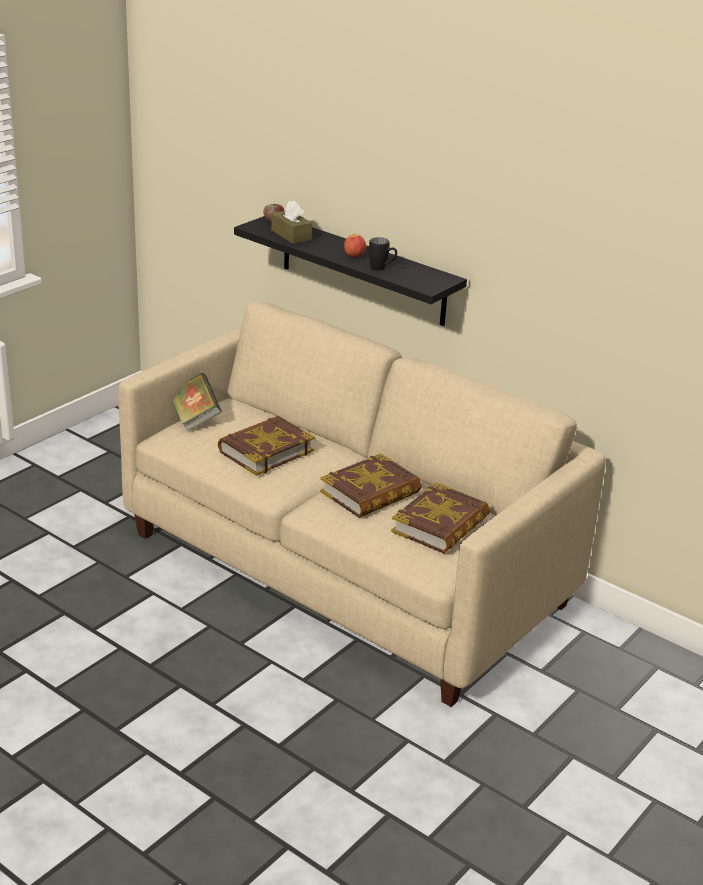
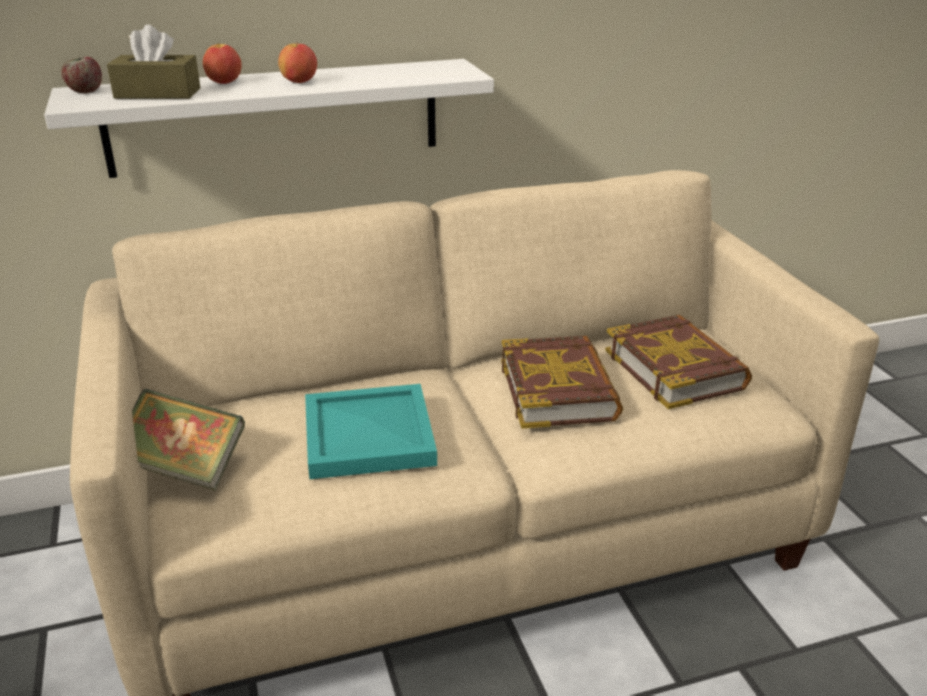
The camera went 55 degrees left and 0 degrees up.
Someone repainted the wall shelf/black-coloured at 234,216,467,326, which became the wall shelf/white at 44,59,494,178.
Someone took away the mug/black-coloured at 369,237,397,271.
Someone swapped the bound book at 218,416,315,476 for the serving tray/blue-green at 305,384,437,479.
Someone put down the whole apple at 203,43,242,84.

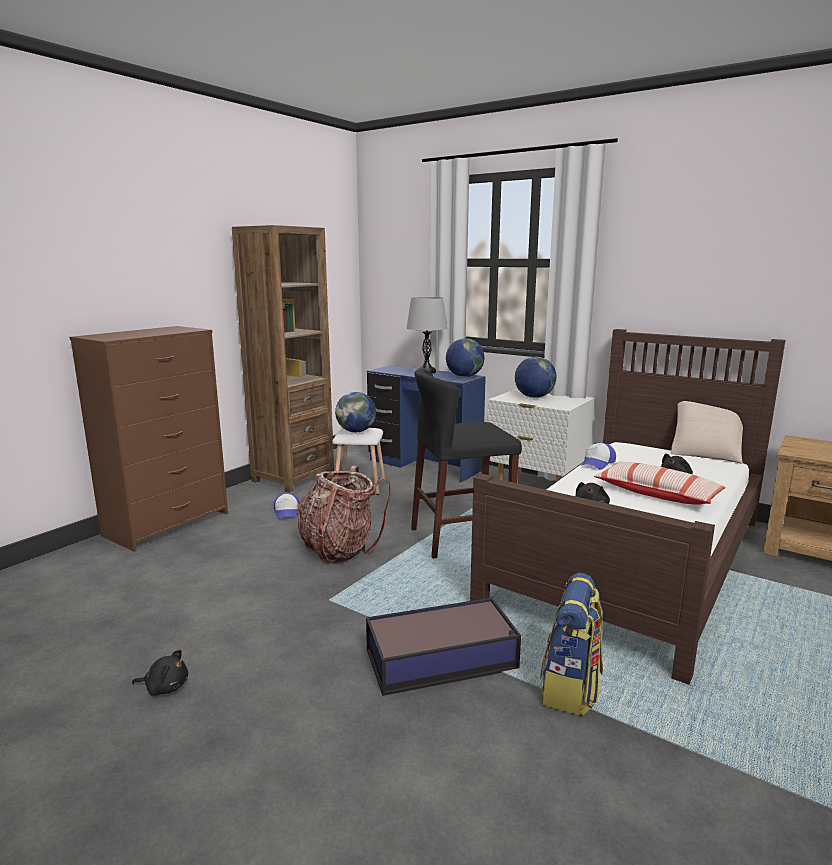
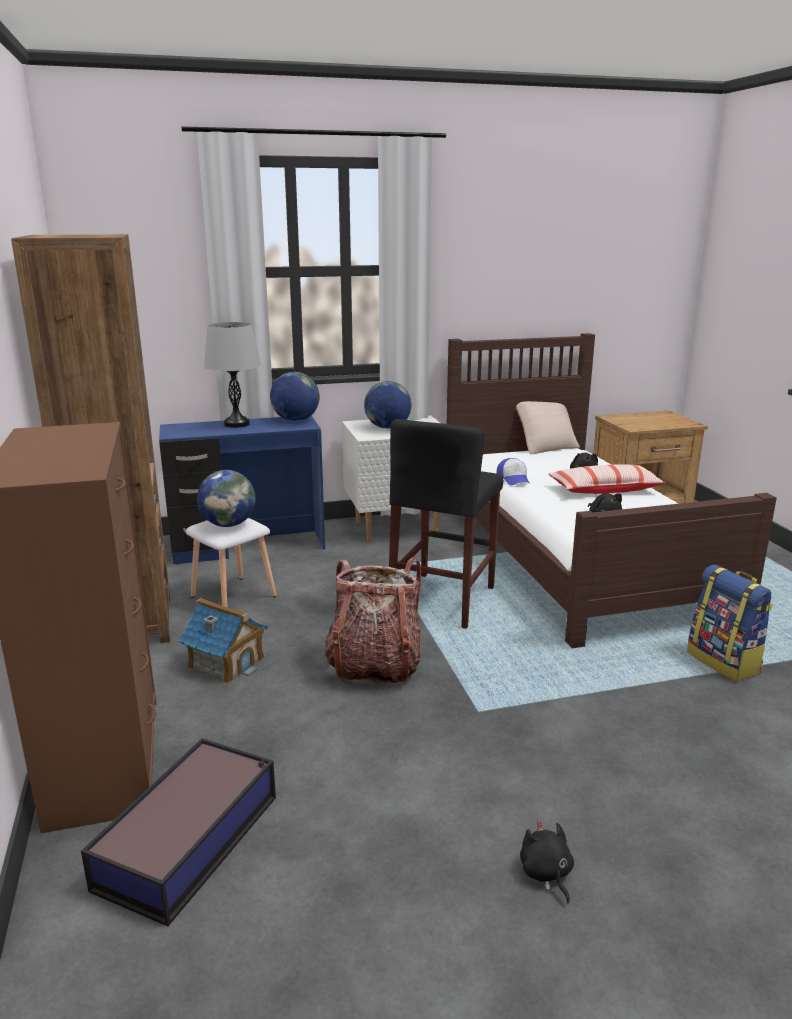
The camera went 50 degrees left and 5 degrees up.
Someone swapped the cap at 274,493,299,519 for the model house at 178,598,268,684.
Someone carried the storage box from 366,598,521,696 to 81,738,276,926.
Someone rotated the cuddly toy/black-coloured at 132,650,188,696 by 60 degrees counterclockwise.

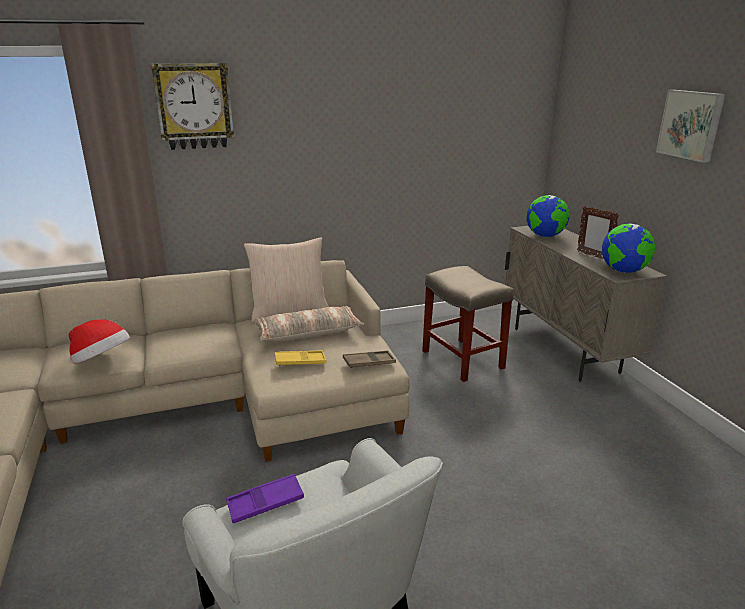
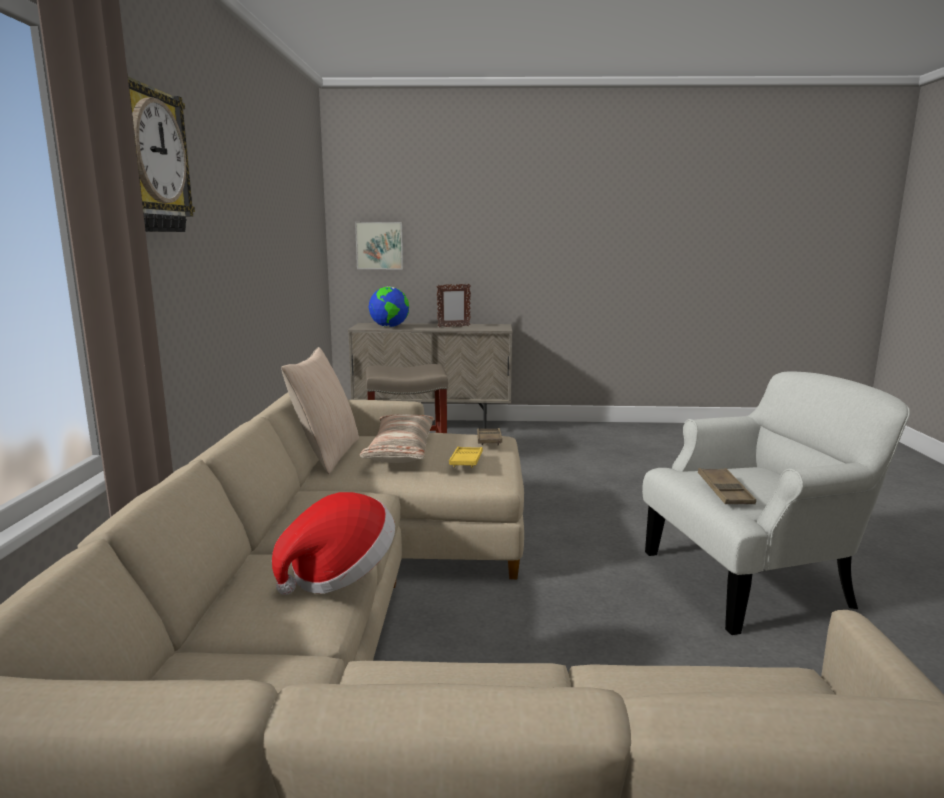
The camera went 70 degrees left and 10 degrees down.
Someone carried the wall picture from 656,90,725,163 to 355,222,403,269.
Someone took away the world globe at 602,223,655,273.
Someone repainted the serving tray/purple-coloured at 226,474,304,523, which became the serving tray/brownish at 698,468,756,504.

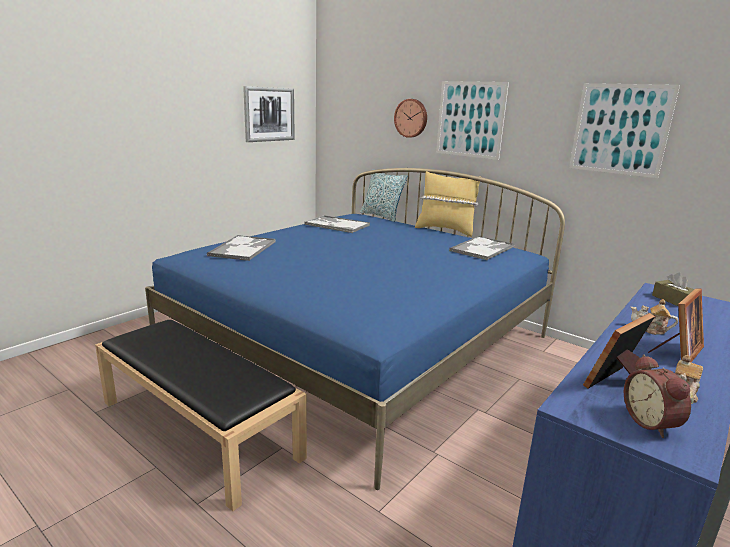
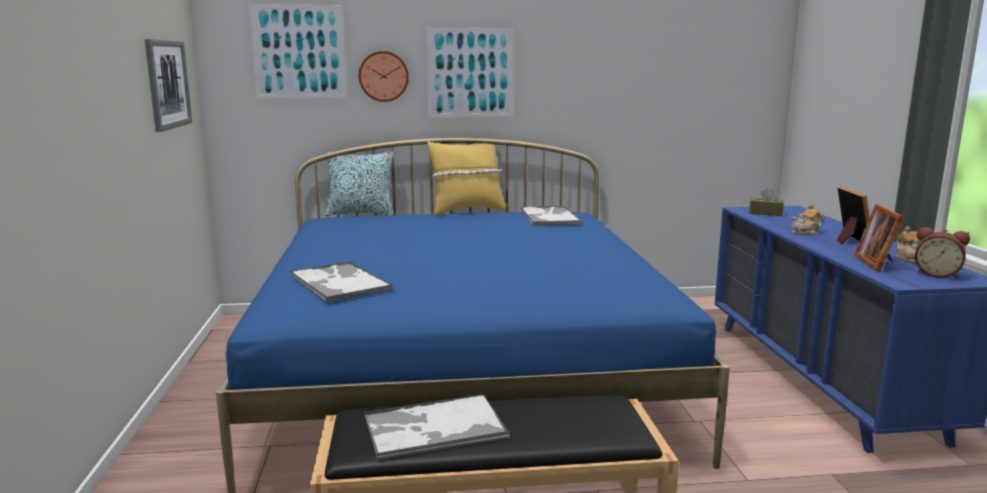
The camera went 45 degrees left and 5 degrees down.
Someone carried the wall picture from 569,83,680,178 to 249,4,347,98.
Someone carried the serving tray from 304,215,370,233 to 364,394,510,460.

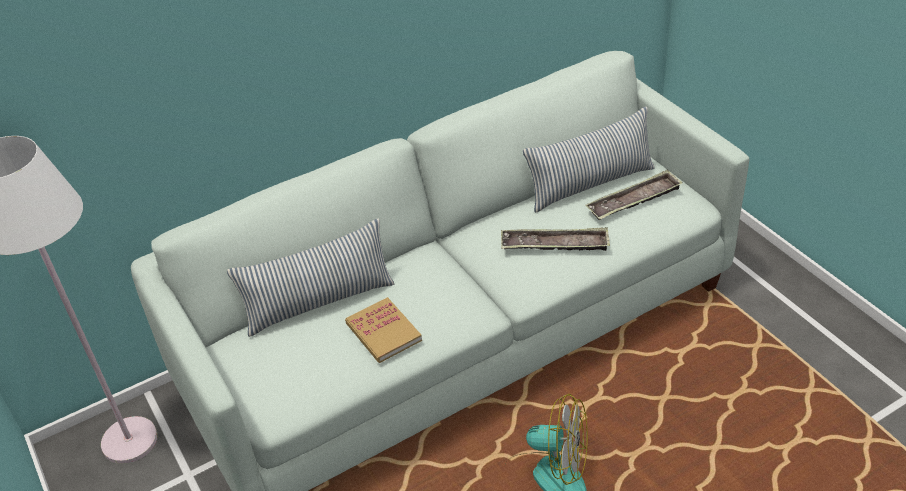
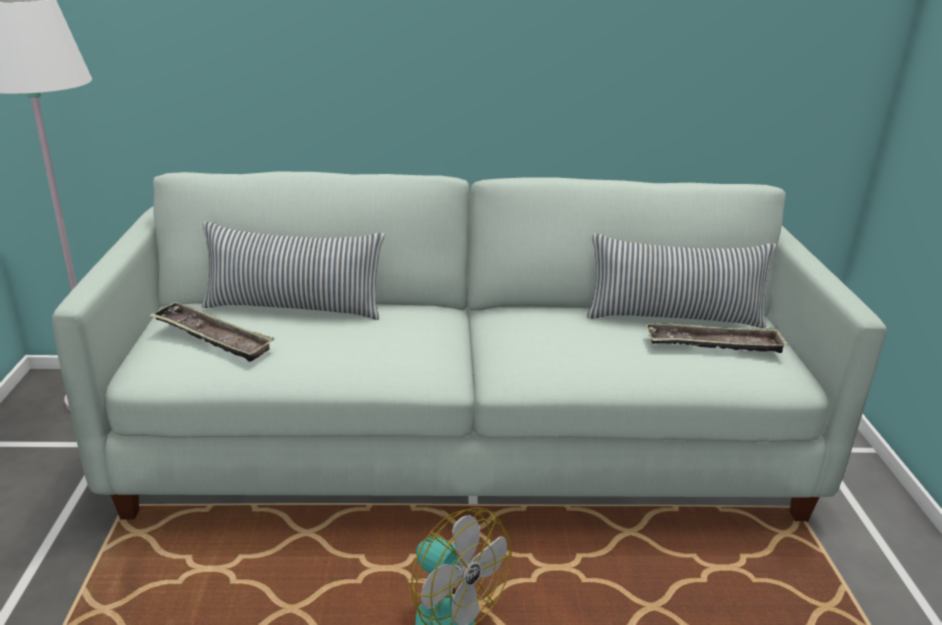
The camera went 25 degrees right and 15 degrees down.
Someone carried the serving tray from 501,227,610,251 to 149,301,274,362.
Someone took away the bound book at 345,297,422,363.

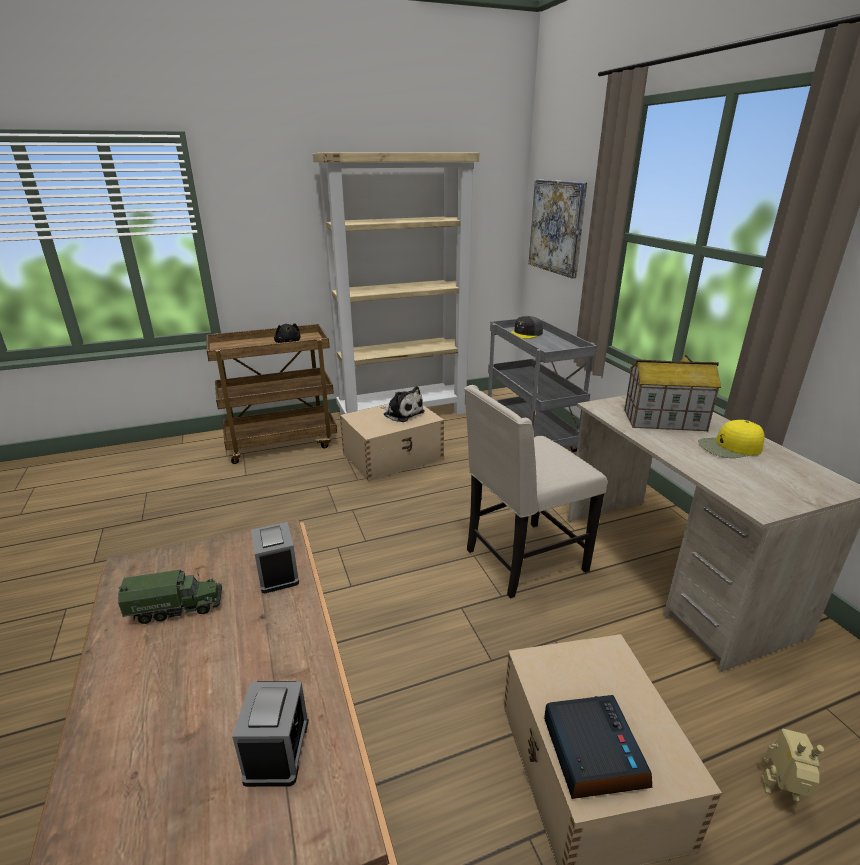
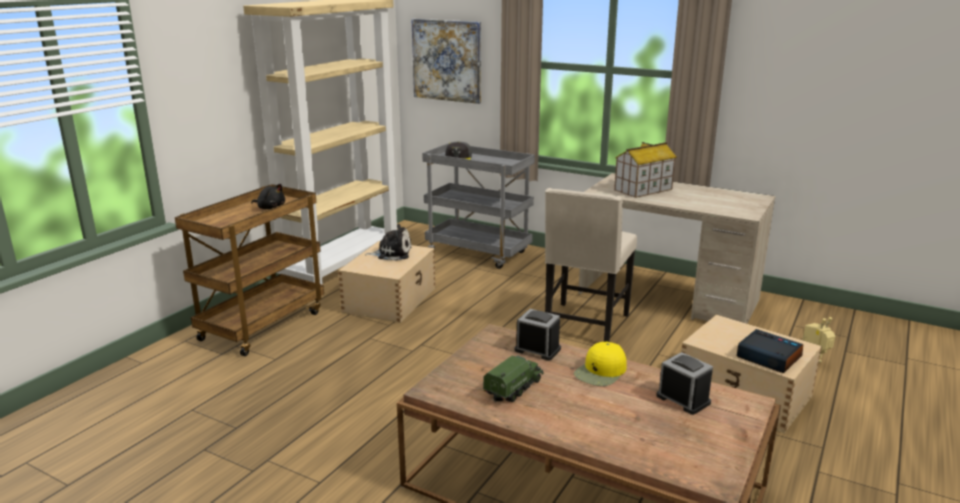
The camera went 40 degrees left and 5 degrees down.
Someone carried the cap/yellowish from 698,420,765,458 to 574,341,627,386.

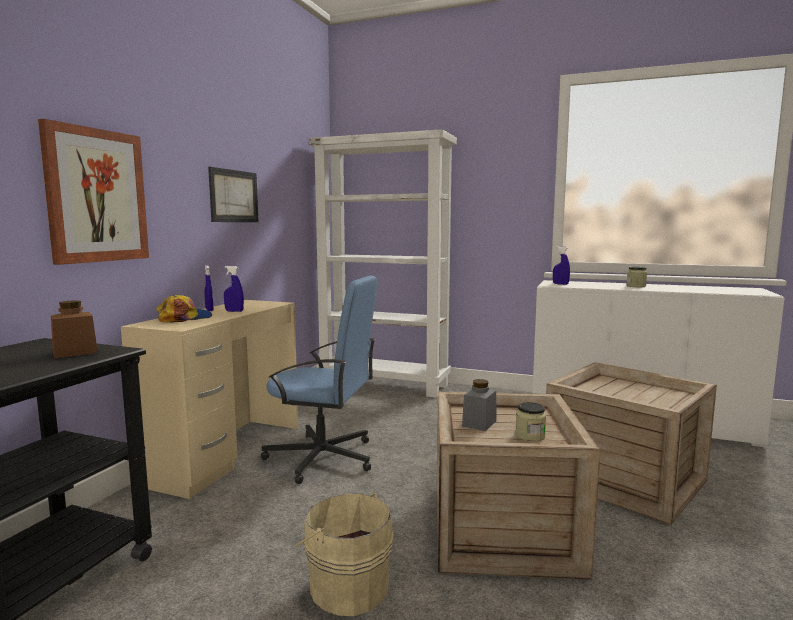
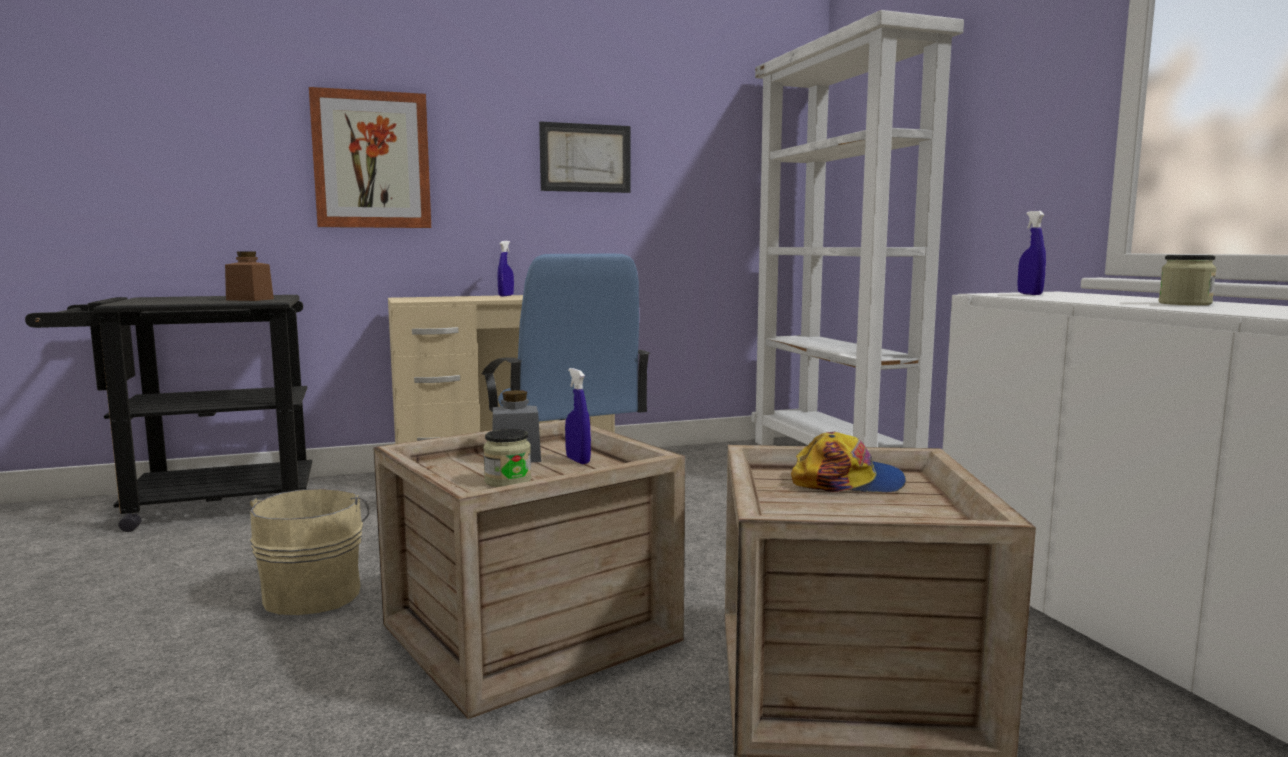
The camera went 50 degrees right and 0 degrees up.
Someone carried the hand sprayer/blue from 224,266,244,312 to 565,368,591,464.
Someone carried the cap from 156,295,212,322 to 791,432,906,492.

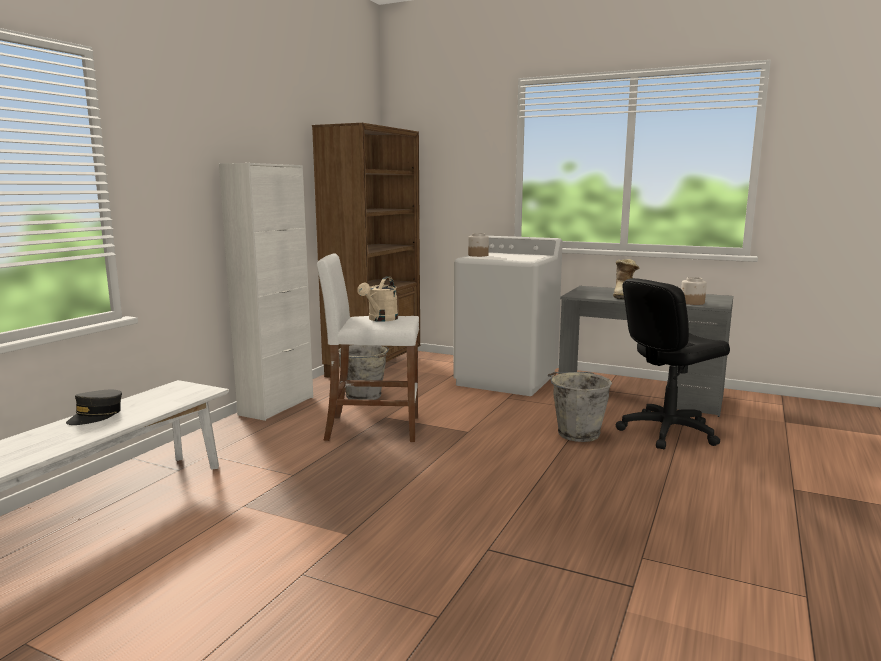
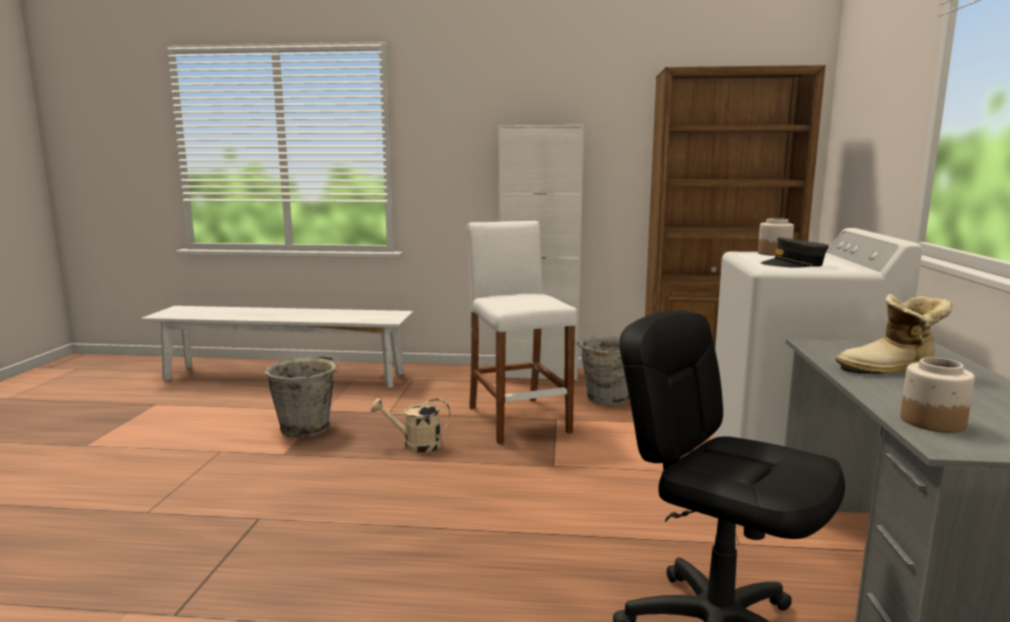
The camera went 70 degrees right and 0 degrees up.
Someone carried the watering pot/beige-coloured from 357,276,398,322 to 371,398,450,452.
Someone carried the pail/grey from 548,372,612,442 to 265,356,339,438.
Someone carried the cap/grey from 66,390,122,425 to 761,237,829,268.

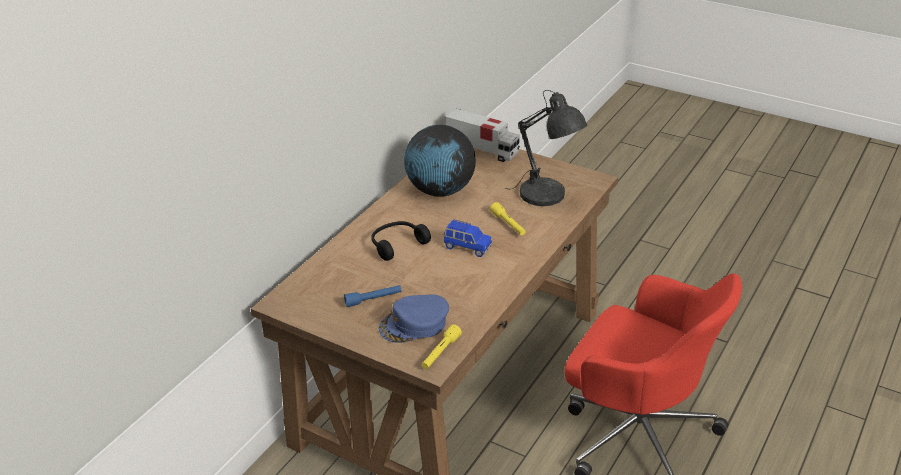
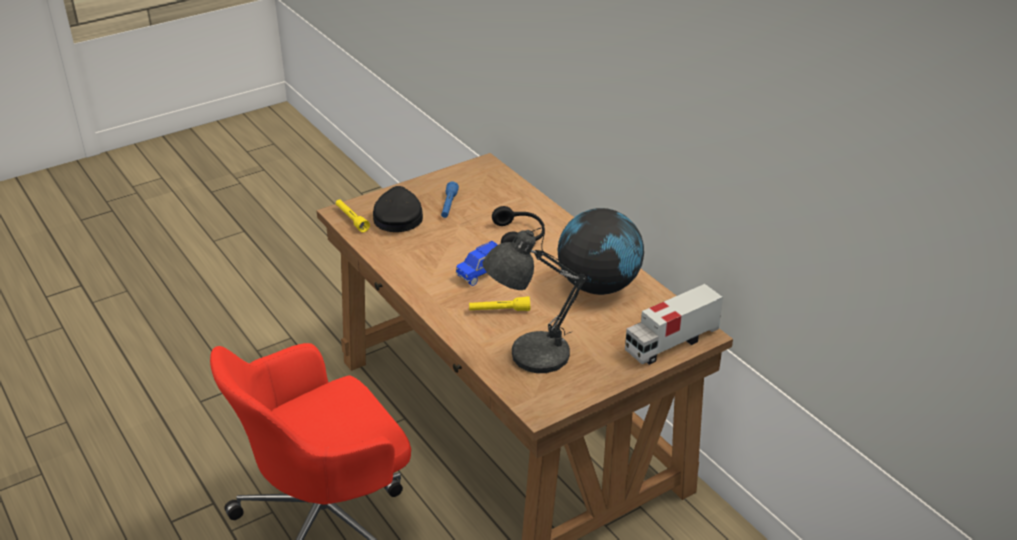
The camera went 115 degrees right and 0 degrees up.
Someone repainted the cap/blue at 379,294,449,343, which became the cap/black-coloured at 373,186,423,232.

